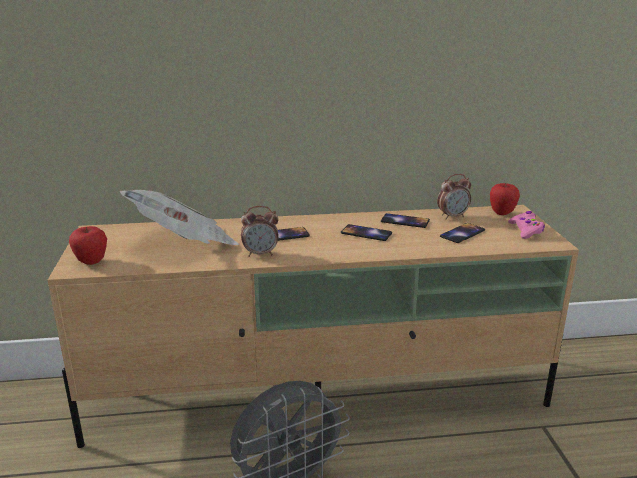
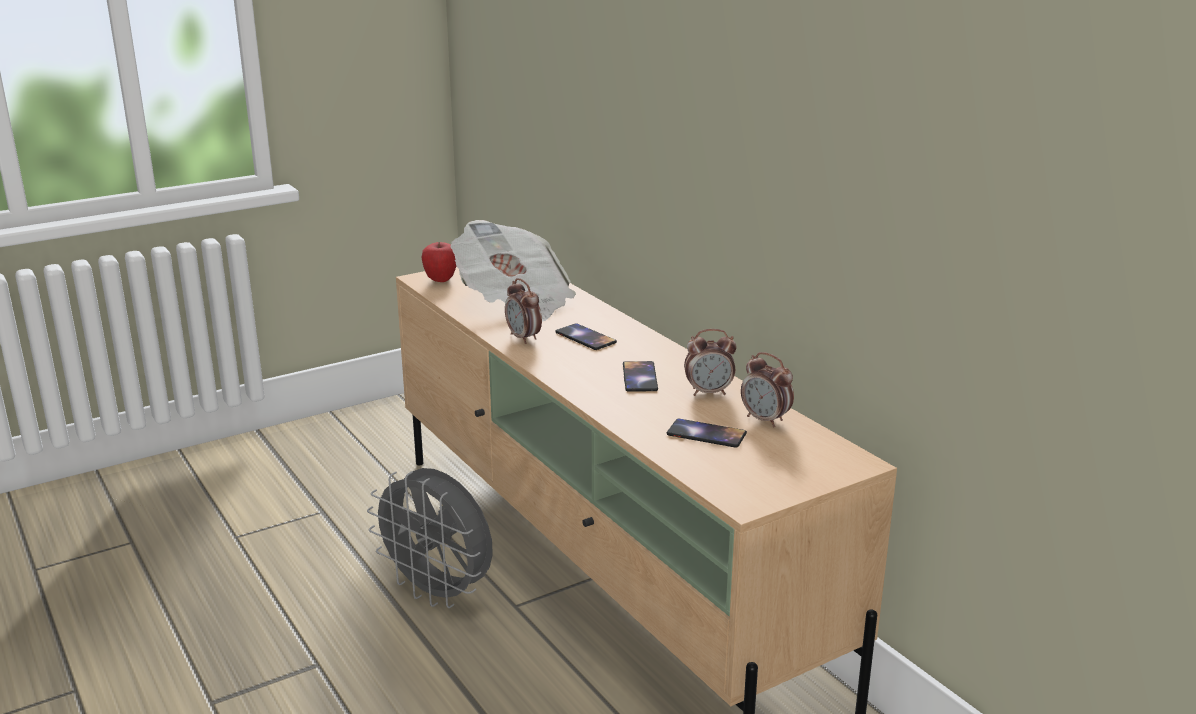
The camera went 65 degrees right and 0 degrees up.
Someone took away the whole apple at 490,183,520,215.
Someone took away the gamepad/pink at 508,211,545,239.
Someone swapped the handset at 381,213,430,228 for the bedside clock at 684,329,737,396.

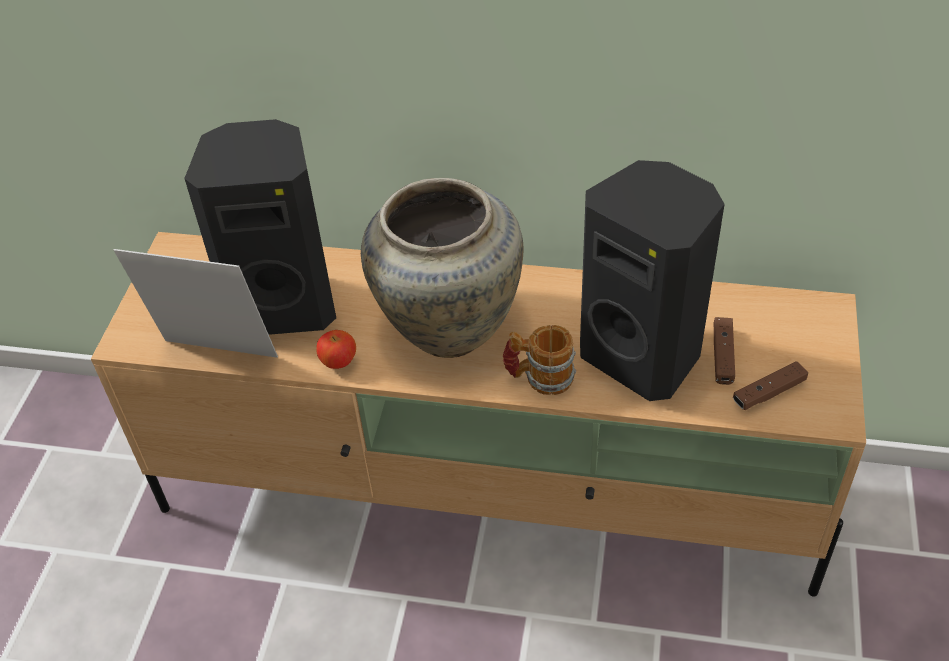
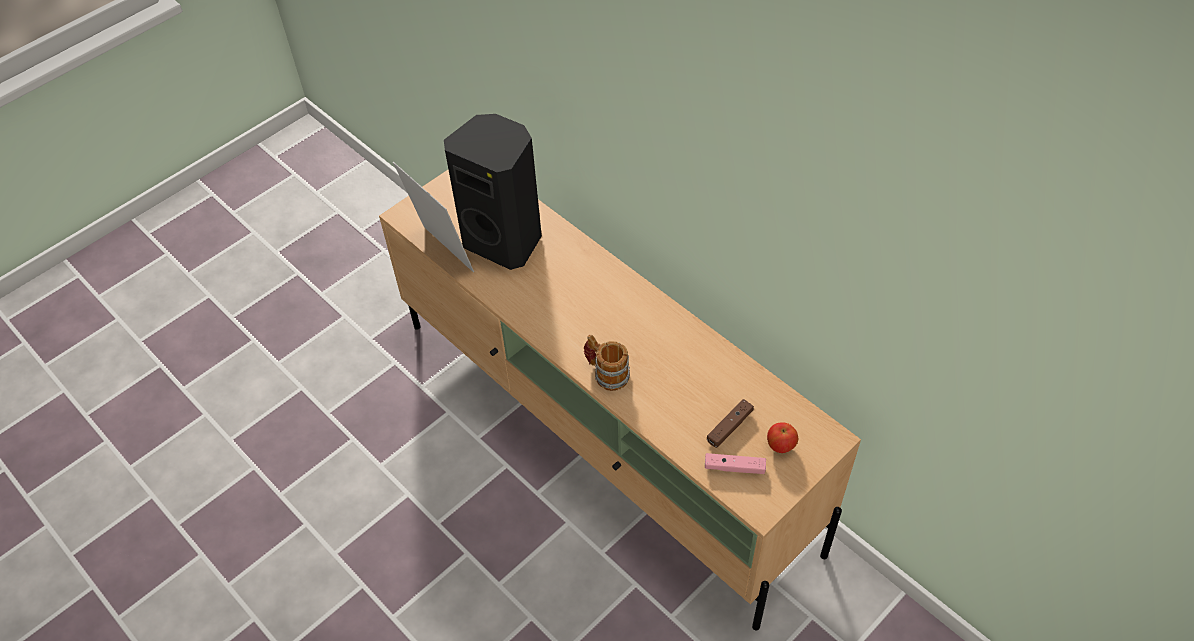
The camera went 35 degrees right and 5 degrees up.
Someone took away the audio speaker/black-coloured at 580,160,725,401.
Someone took away the vase/beige-coloured at 361,178,523,358.
Someone carried the whole apple from 316,330,356,369 to 767,422,798,453.
Someone repainted the gamepad/brownish at 733,361,808,410, which became the gamepad/pink at 705,453,766,474.

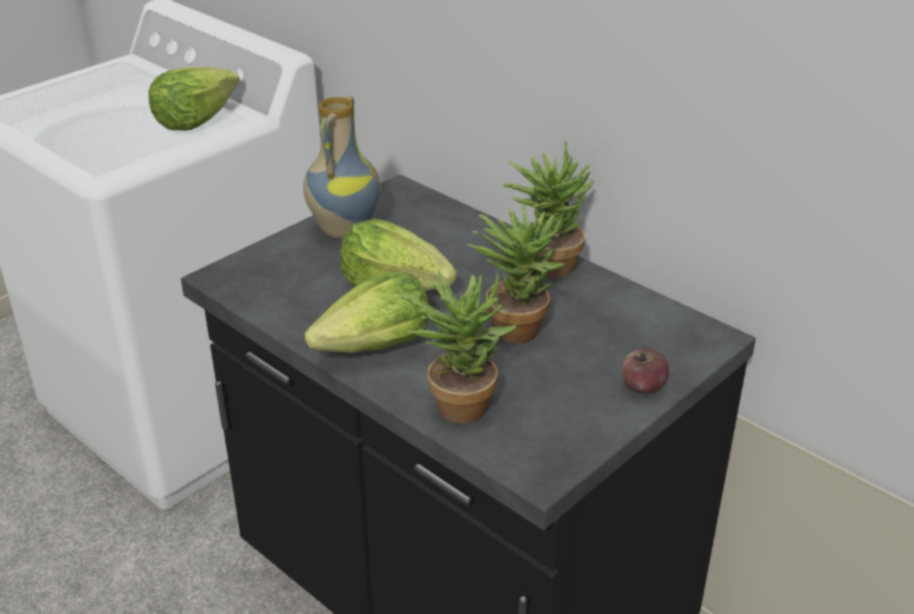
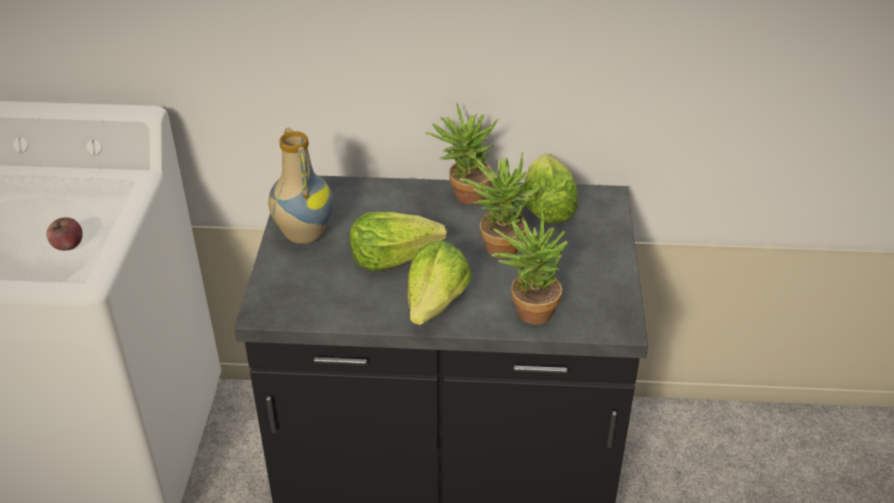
The camera went 40 degrees left and 5 degrees up.
Someone carried the head of lettuce from 149,67,240,131 to 521,154,578,224.
Someone carried the whole apple from 622,348,669,393 to 47,217,83,250.

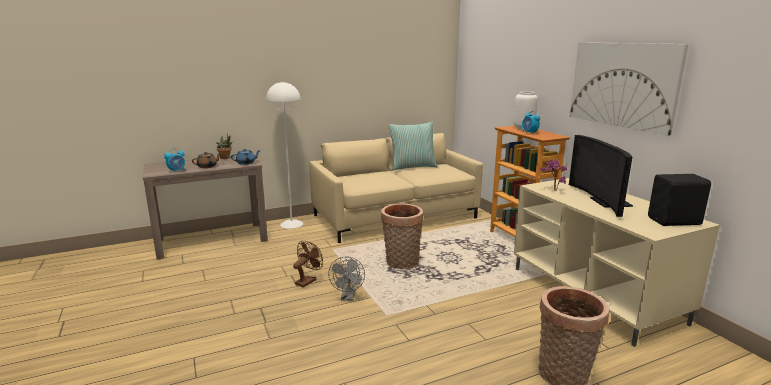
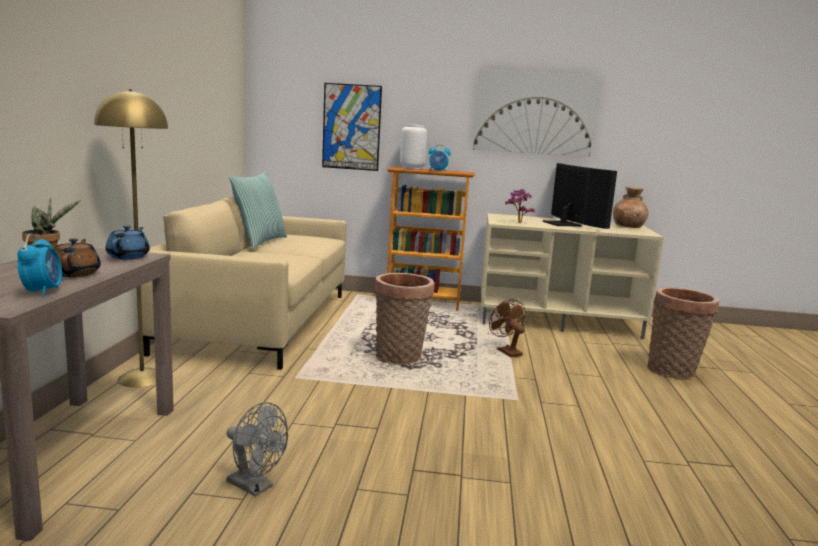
The camera went 60 degrees left and 5 degrees down.
Someone repainted the standing lamp/white at 266,81,303,229, which became the standing lamp/yellowish at 94,89,168,387.
Someone rotated the TV at 569,135,633,217 by 135 degrees counterclockwise.
Someone swapped the audio speaker/black-coloured at 648,174,711,226 for the vase/brownish at 613,186,648,228.
Someone carried the electric fan/brownish from 293,241,323,287 to 489,300,525,357.
Someone carried the electric fan/grey from 328,256,365,301 to 226,402,288,496.
Someone put up the wall picture at 322,83,382,171.

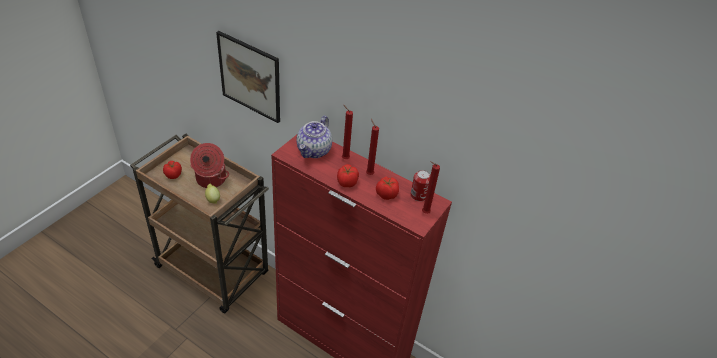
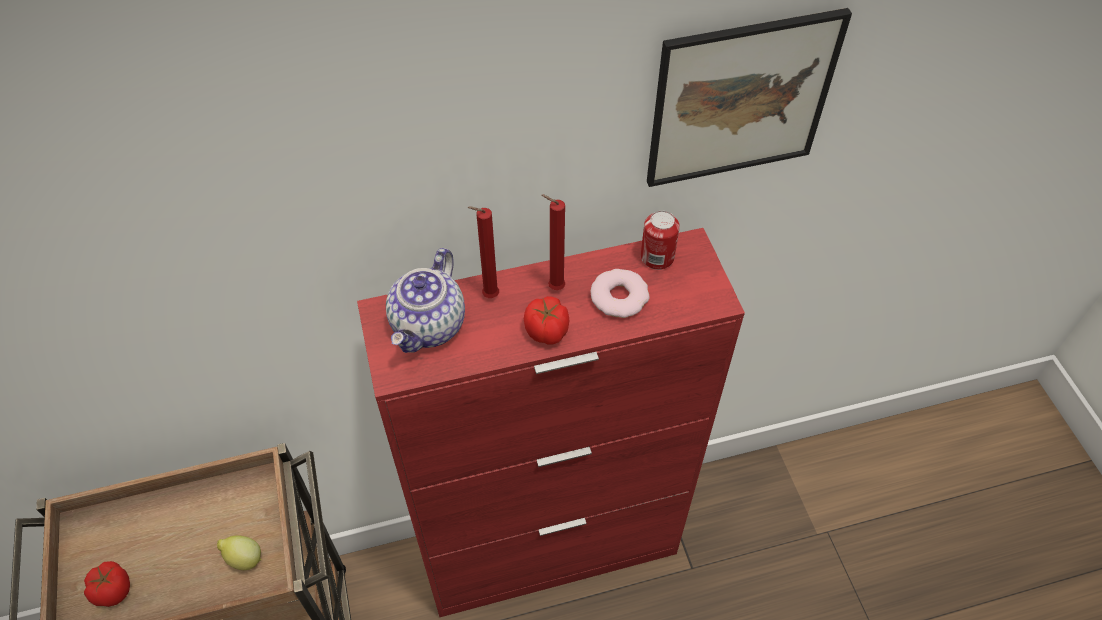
The camera went 45 degrees left and 10 degrees up.
Someone carried the wall picture from 216,31,280,123 to 647,8,852,187.
Someone rotated the pot for tea at 296,116,332,158 by 45 degrees clockwise.
Someone took away the cooking pot at 190,143,229,188.
Someone took away the candle/reddish at 422,161,440,214.
Someone swapped the fresh tomato at 376,176,399,200 for the ring doughnut at 590,269,650,318.

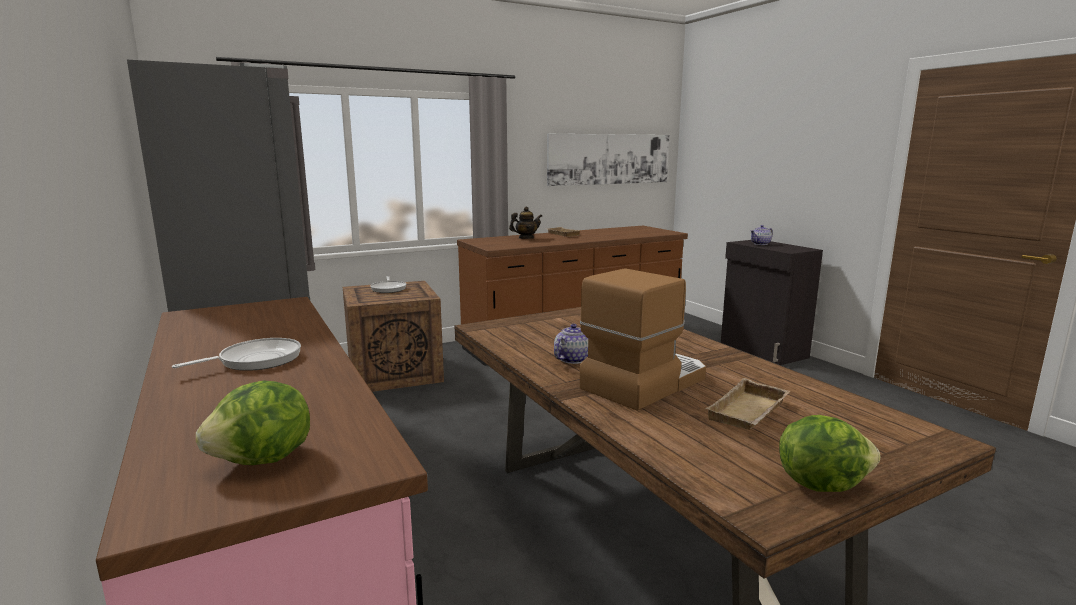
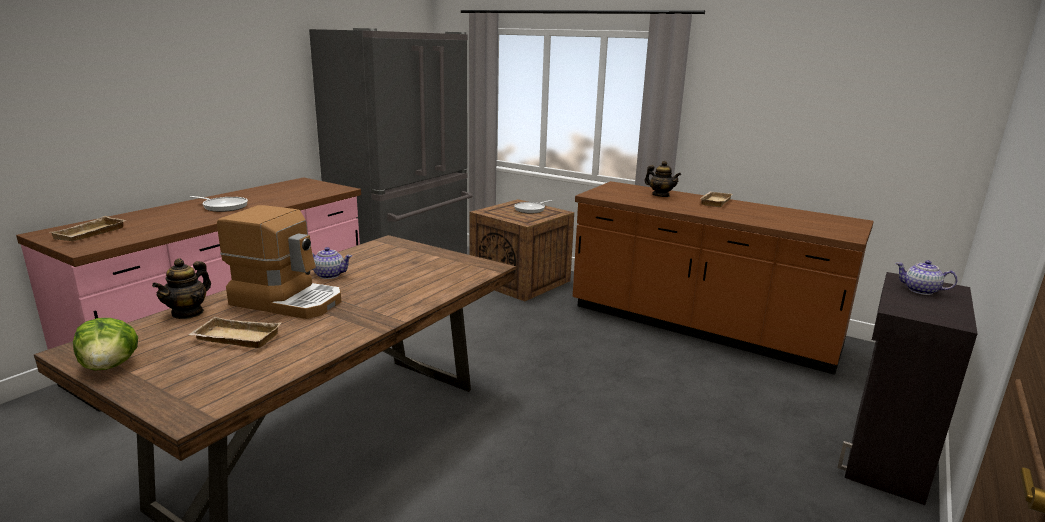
The camera went 60 degrees right and 5 degrees up.
Someone took away the wall picture at 547,134,669,186.
Someone swapped the head of lettuce at 196,381,310,465 for the serving tray/beige-coloured at 50,216,126,241.
Someone put down the pot for tea at 152,258,211,319.

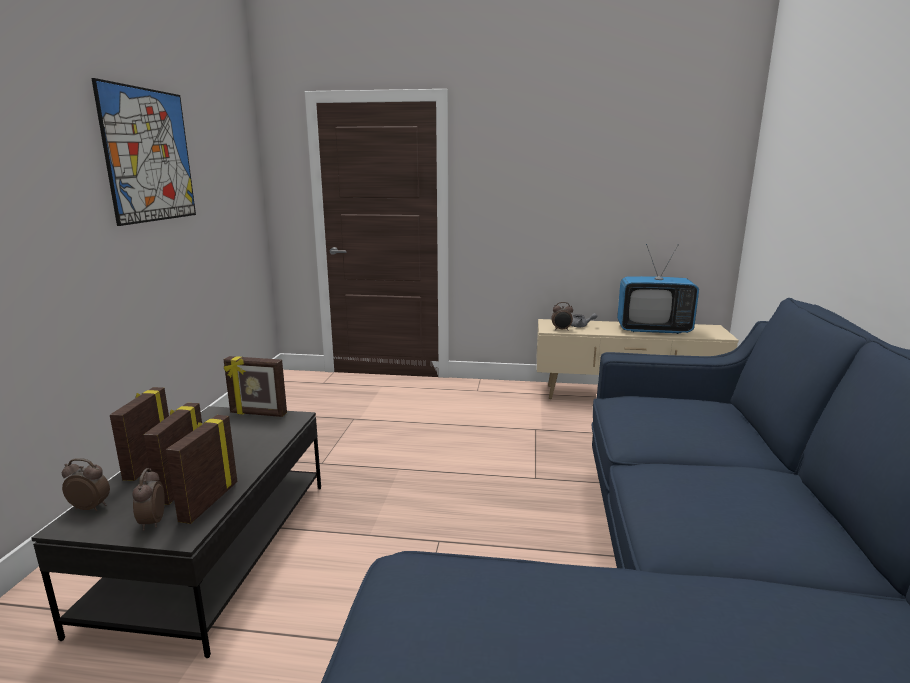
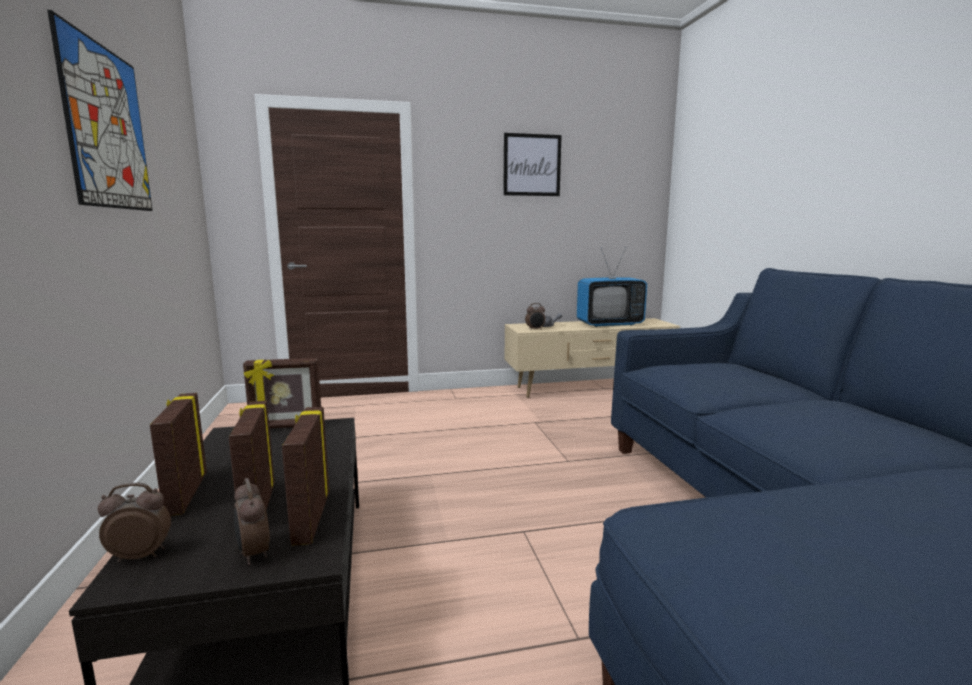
The camera went 20 degrees left and 5 degrees down.
Someone put up the wall picture at 503,133,562,196.

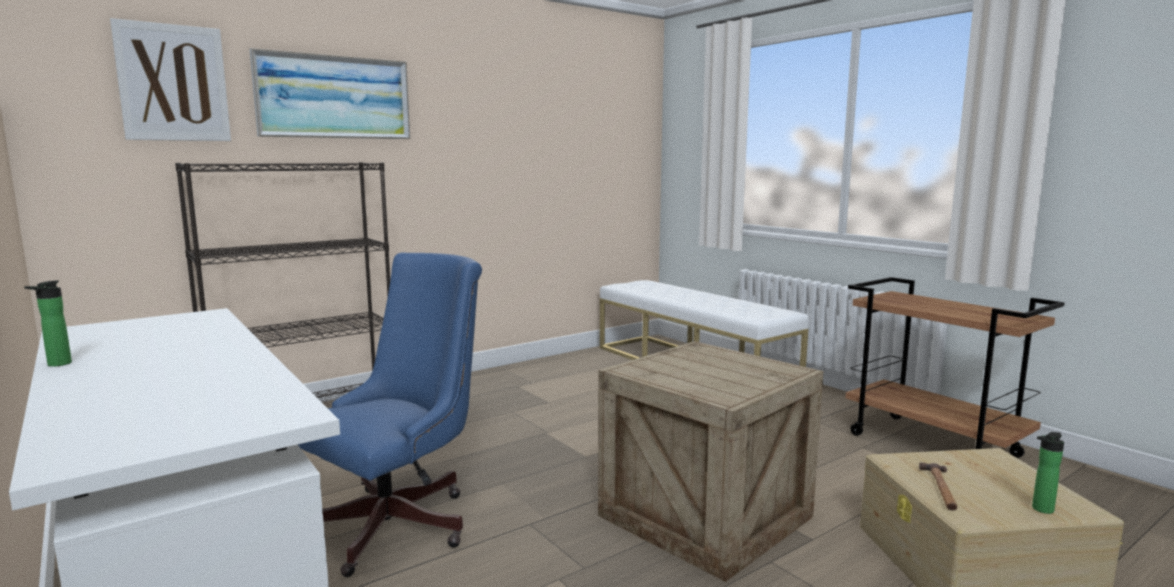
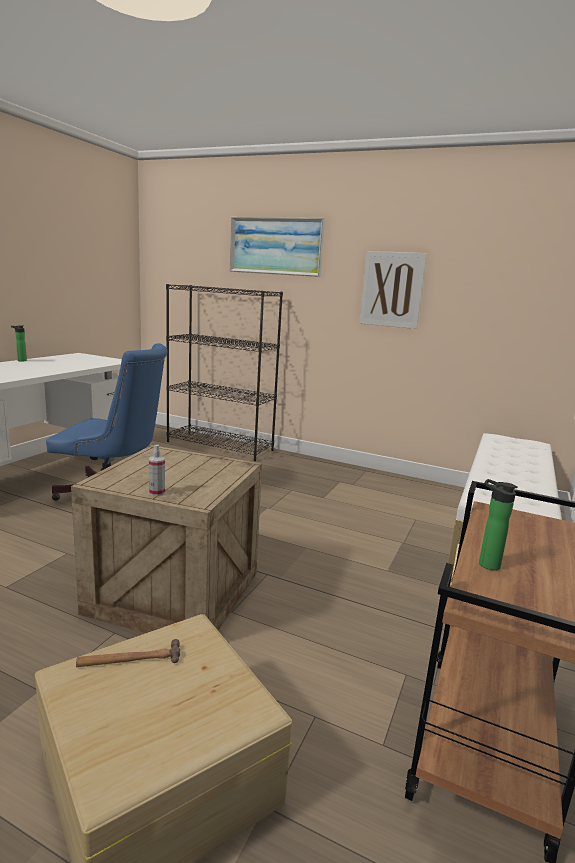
The camera went 60 degrees right and 5 degrees up.
Someone carried the wall picture from 110,18,231,141 to 359,251,427,329.
Someone carried the drink bottle from 1032,432,1064,514 to 479,479,518,570.
Someone put down the hand sprayer at 149,445,165,496.

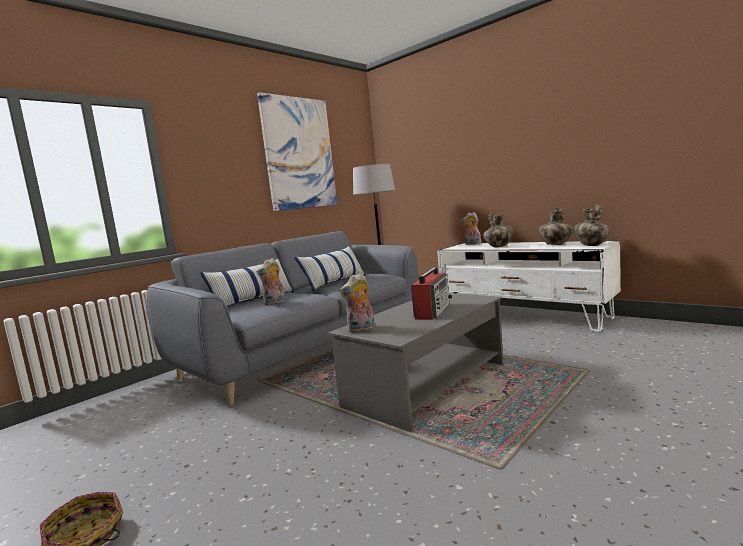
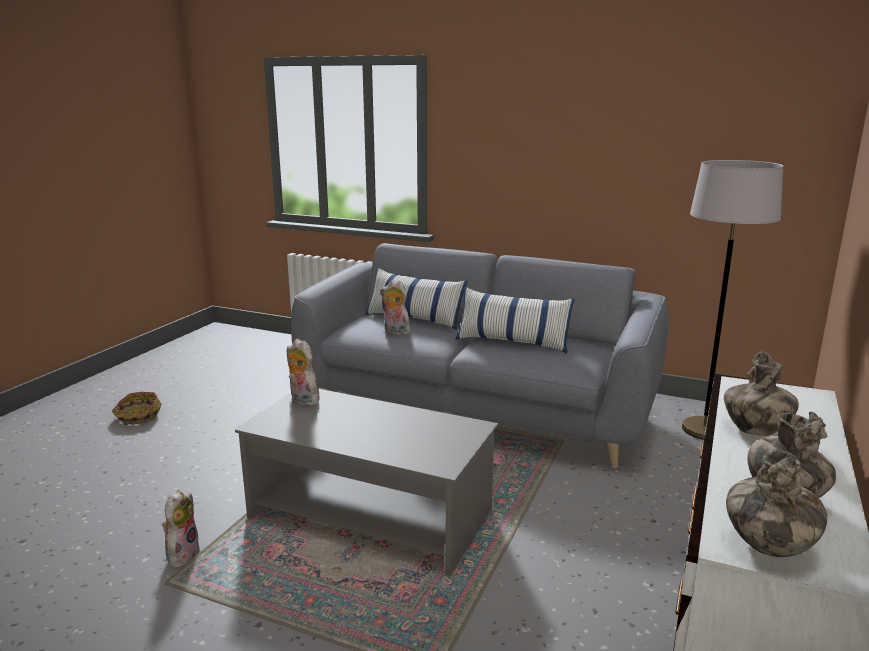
The camera went 70 degrees right and 10 degrees up.
Someone took away the wall picture at 257,92,337,211.
Someone carried the cuddly toy from 461,212,482,245 to 162,490,201,568.
Someone took away the radio receiver at 411,264,452,320.

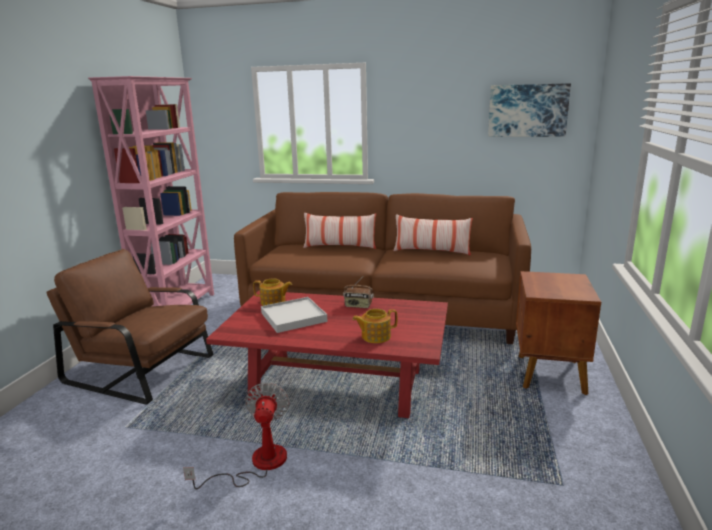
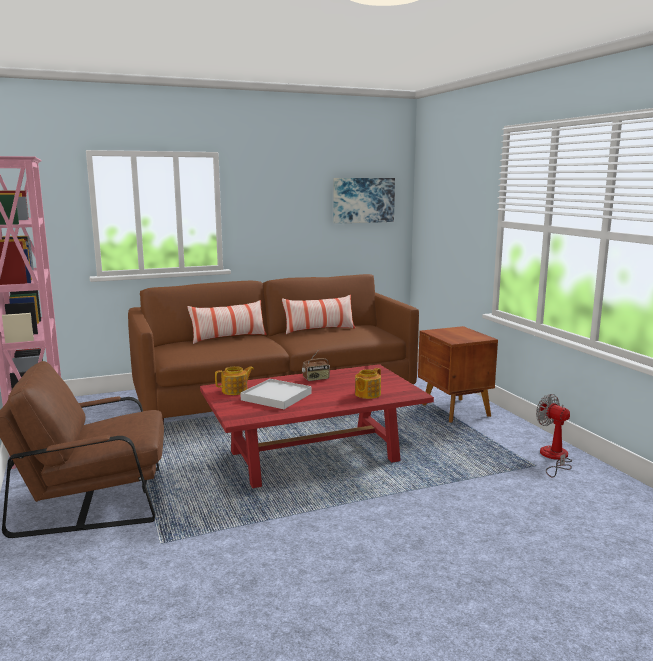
The camera went 35 degrees left and 5 degrees down.
Someone carried the electric fan from 183,382,290,489 to 536,394,572,478.

